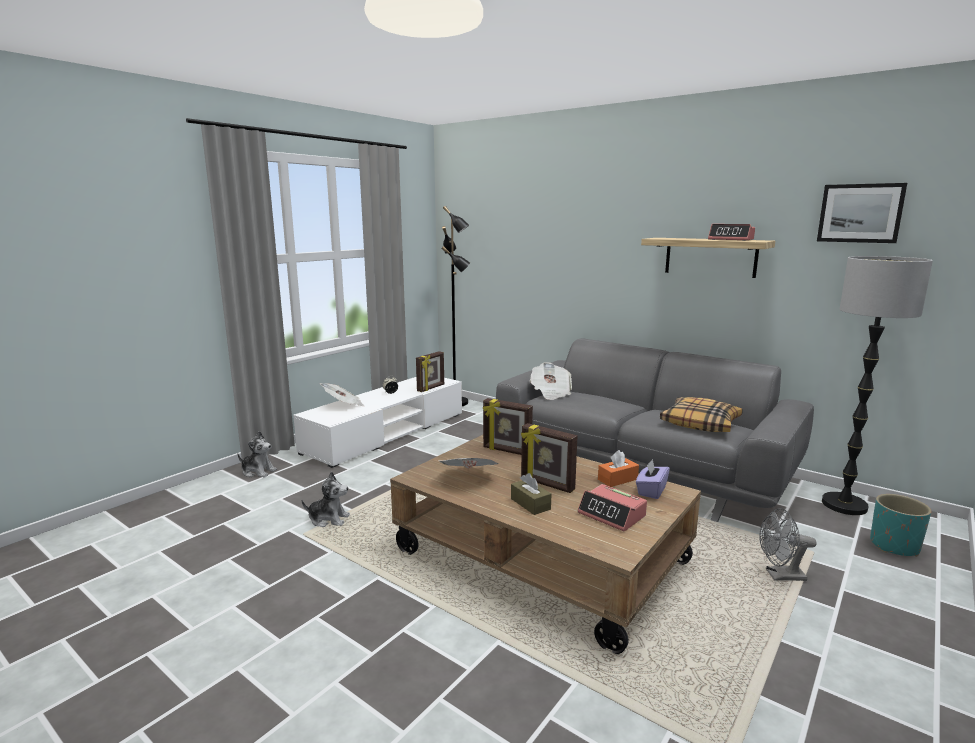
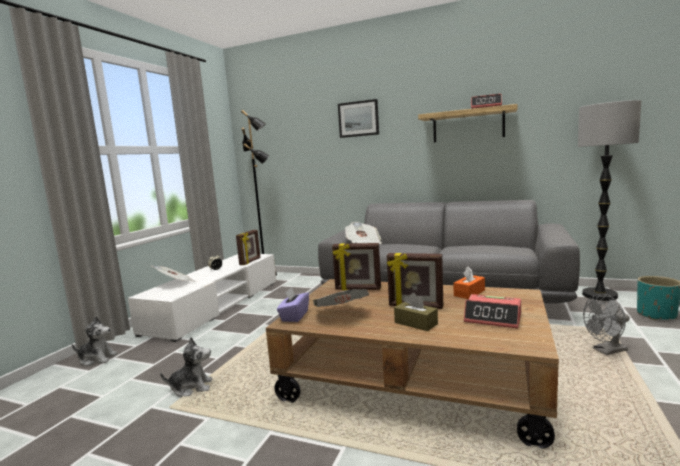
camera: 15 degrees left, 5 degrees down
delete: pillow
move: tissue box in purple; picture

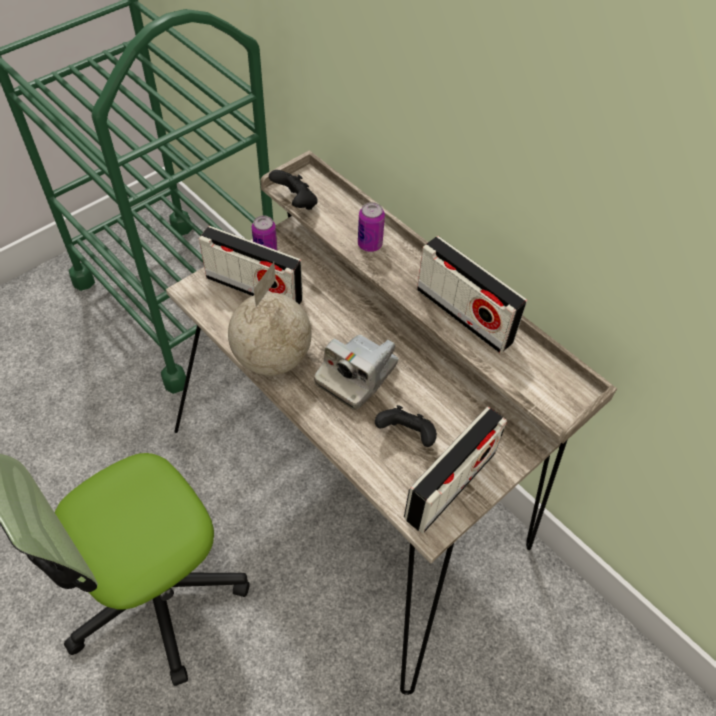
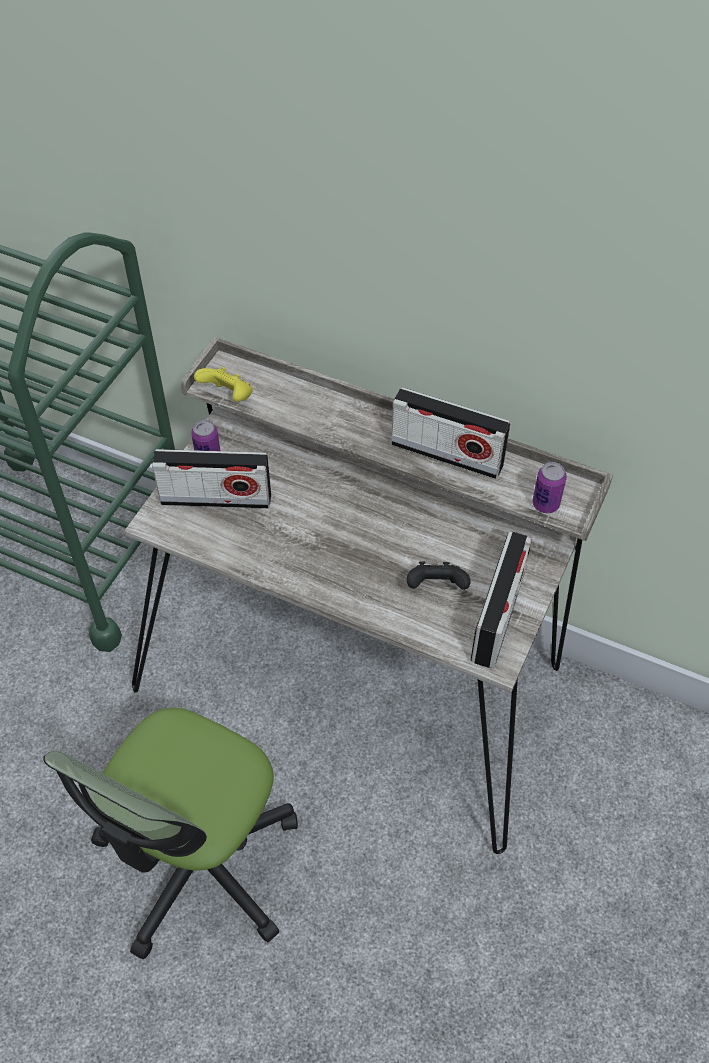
camera: 20 degrees left, 0 degrees up
delete: globe; photo camera
move: can (2nd from left)
recolor: game controller in black (1st from left) to game controller in yellow

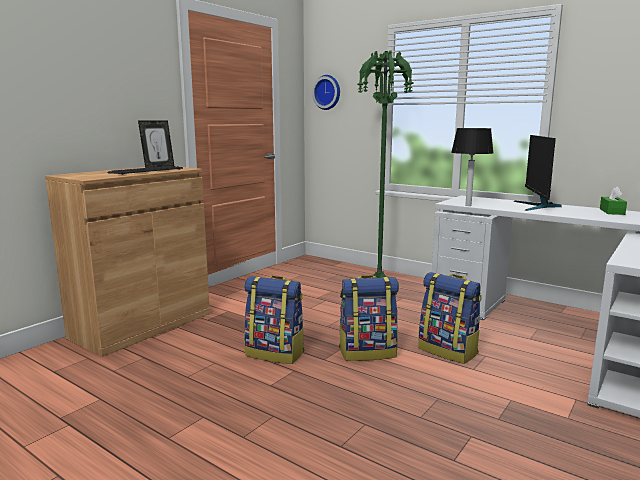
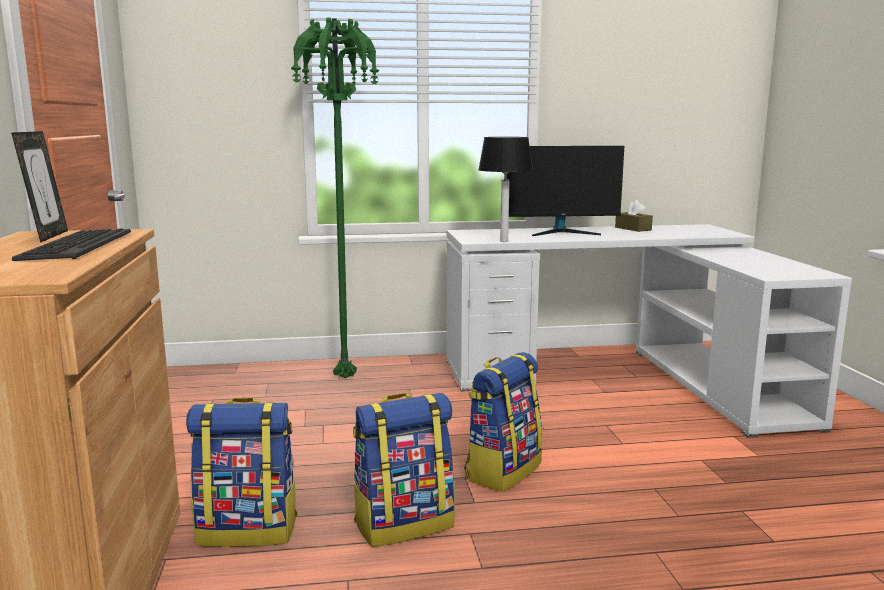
camera: 45 degrees left, 0 degrees up
delete: wall clock
move: backpack (3rd from left in the first image) to backpack (1st from left)
recolor: tissue box in green to tissue box in brown
rotate: monitor 60 degrees counterclockwise

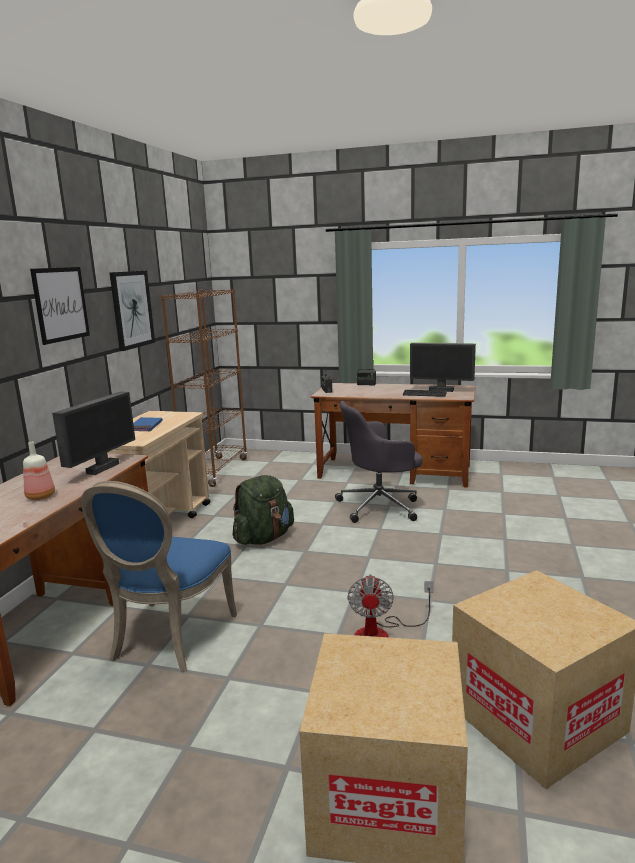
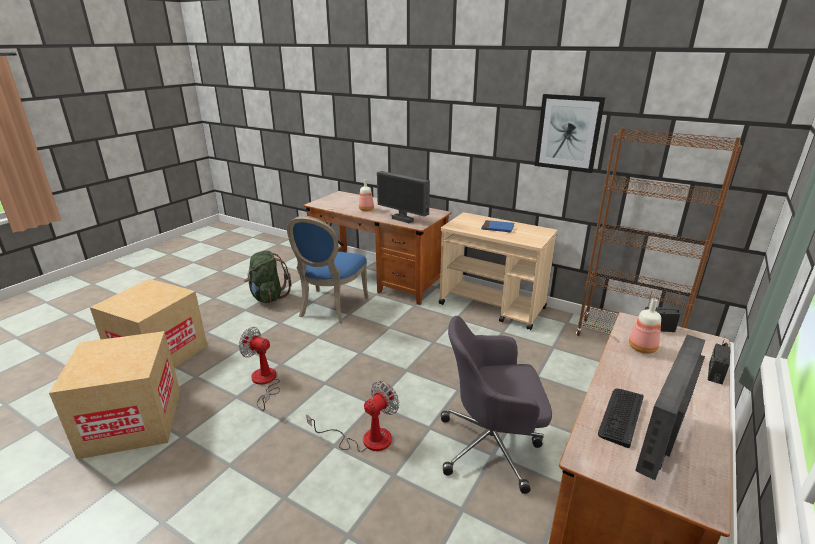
camera: 105 degrees right, 10 degrees up
delete: picture (1st from left)
insert: fan (2nd from left); bottle (2nd from left)
move: backpack in green
rotate: chair in blue 105 degrees counterclockwise; office chair in grey 90 degrees counterclockwise

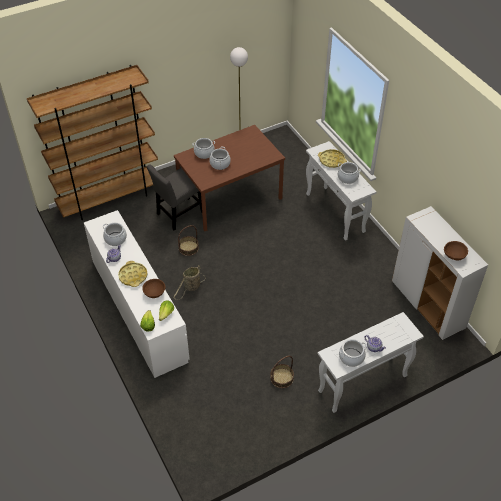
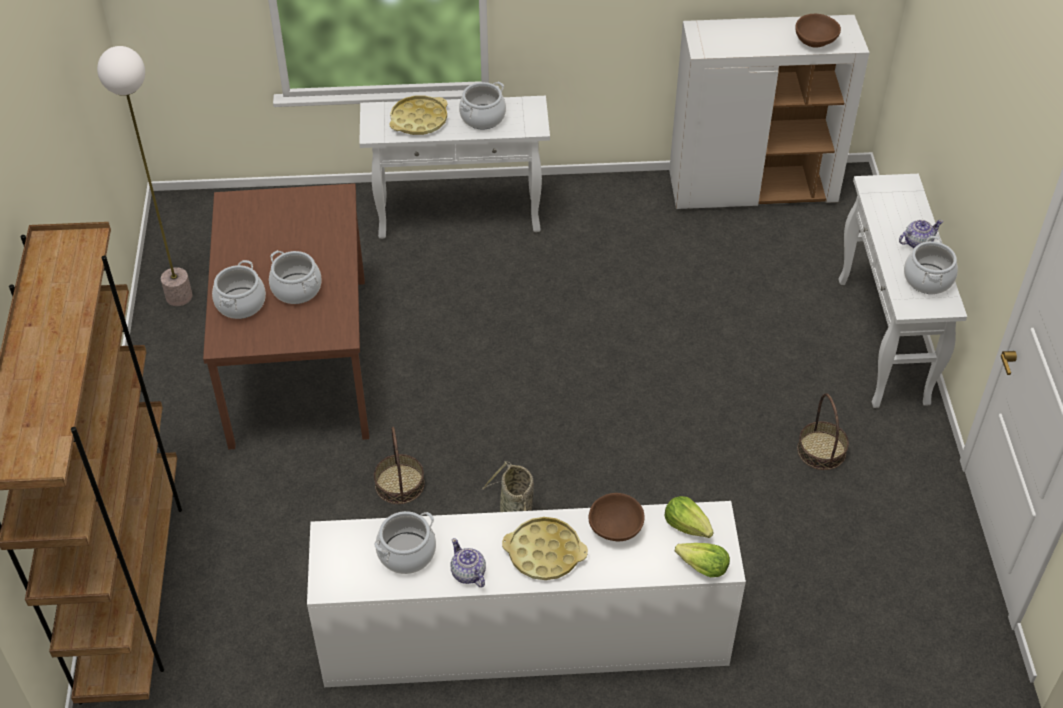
camera: 65 degrees left, 0 degrees up
delete: chair in grey

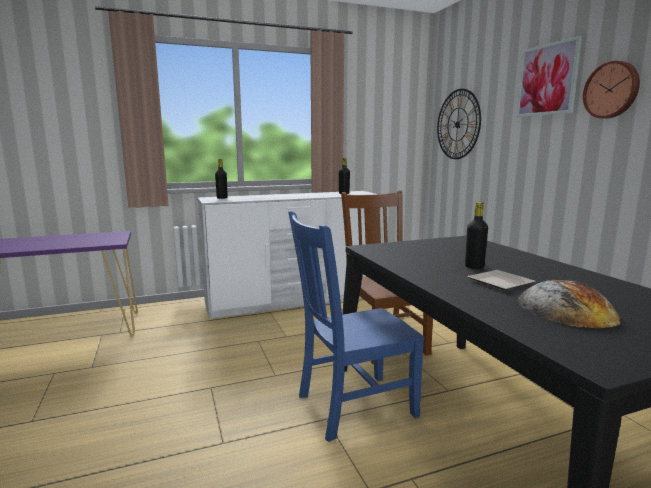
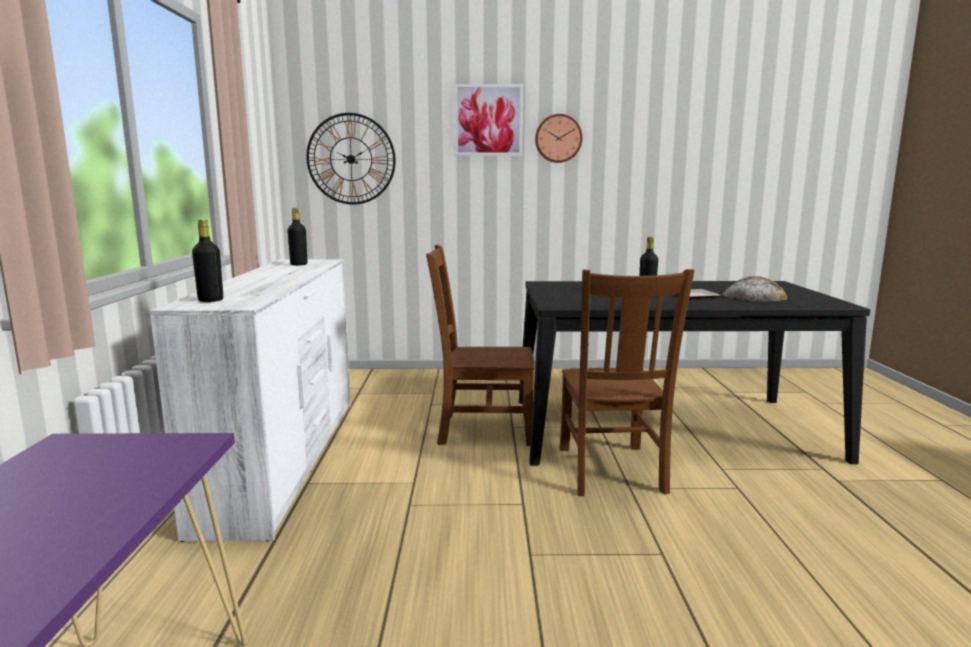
camera: 70 degrees left, 0 degrees up
recolor: chair in blue to chair in brown (2nd from left)

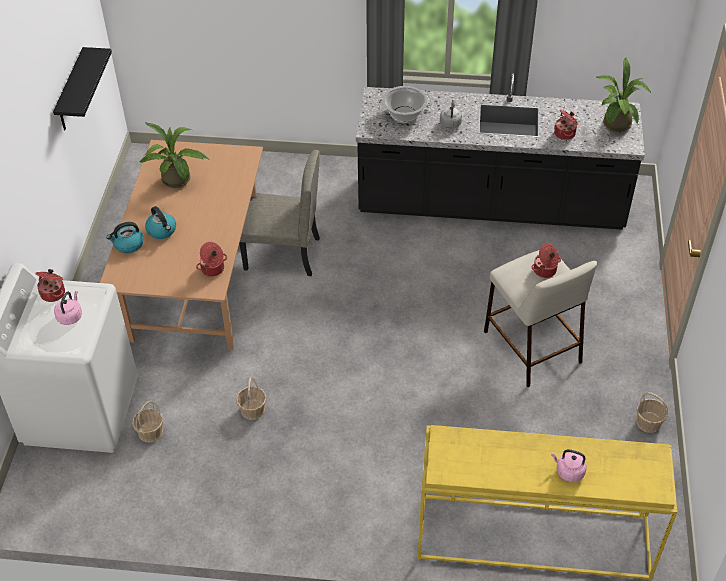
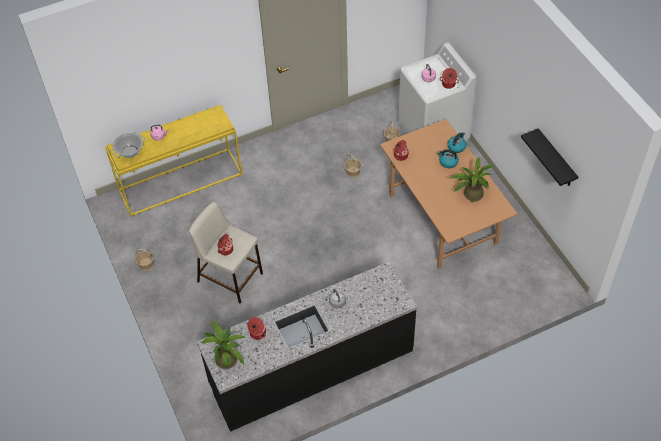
camera: 150 degrees right, 5 degrees up
delete: chair in beige
move: cooking pot (3rd from left in the first image) to cooking pot (1st from left)

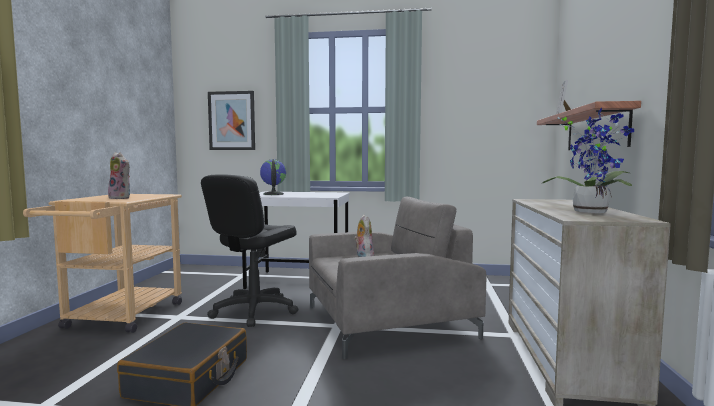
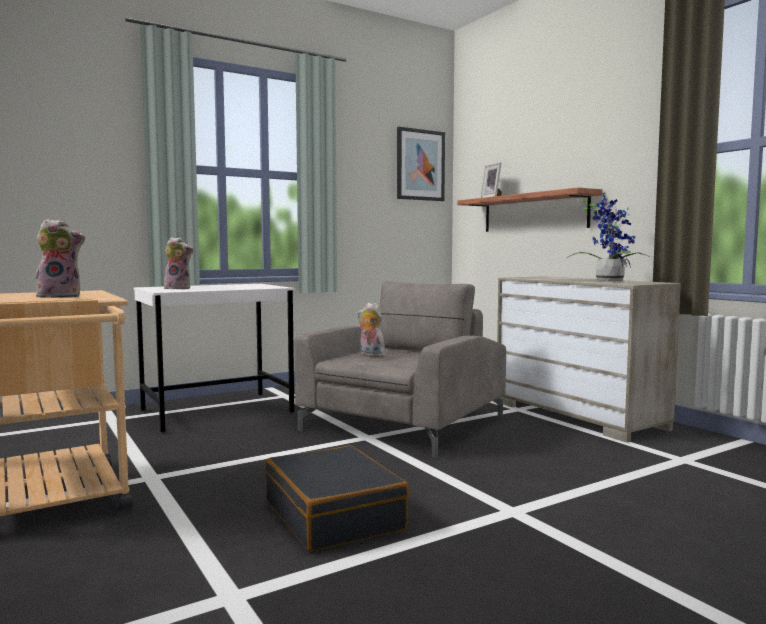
camera: 40 degrees left, 0 degrees up
delete: office chair in black
move: picture
replace: globe to plush toy (2nd from left)

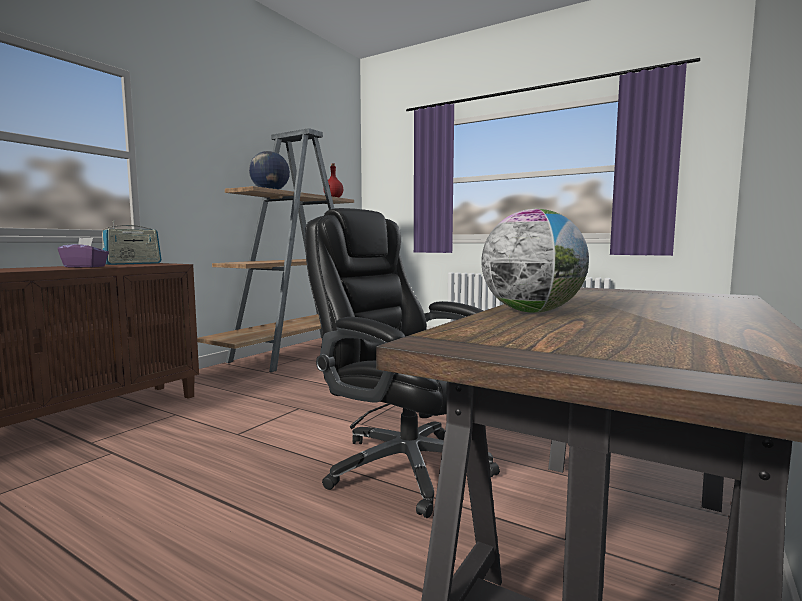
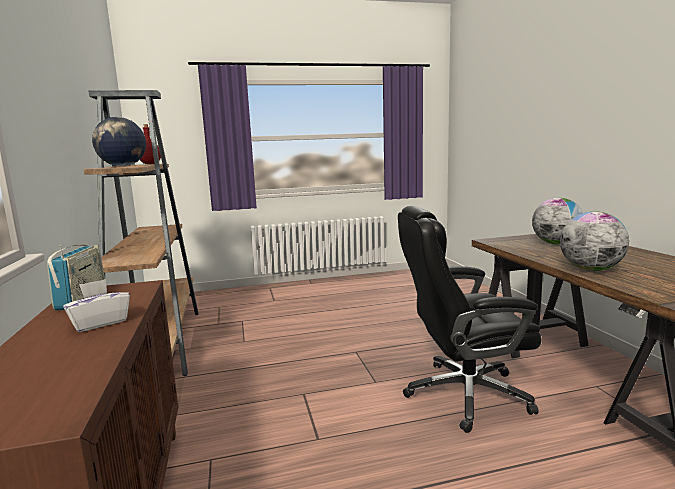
camera: 45 degrees left, 5 degrees up
insert: globe (2nd from left)
recolor: tissue box in purple to tissue box in white

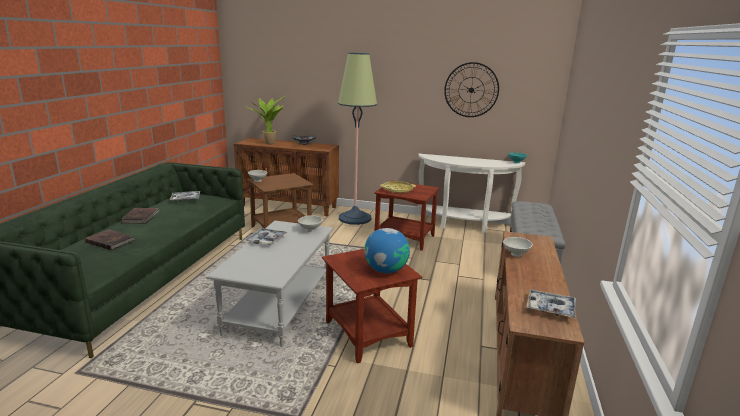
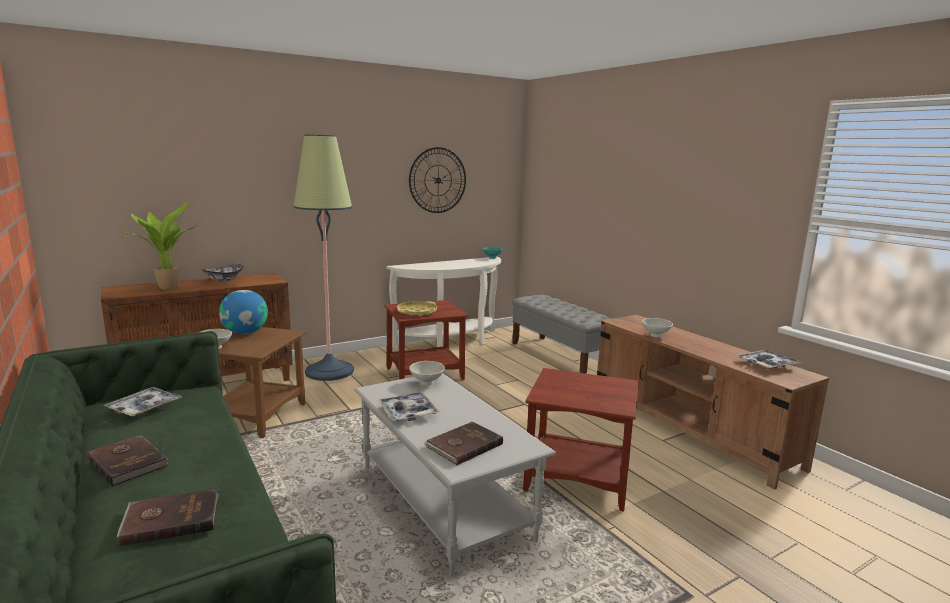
camera: 45 degrees left, 5 degrees down
insert: book in brown (3rd from left)
move: globe

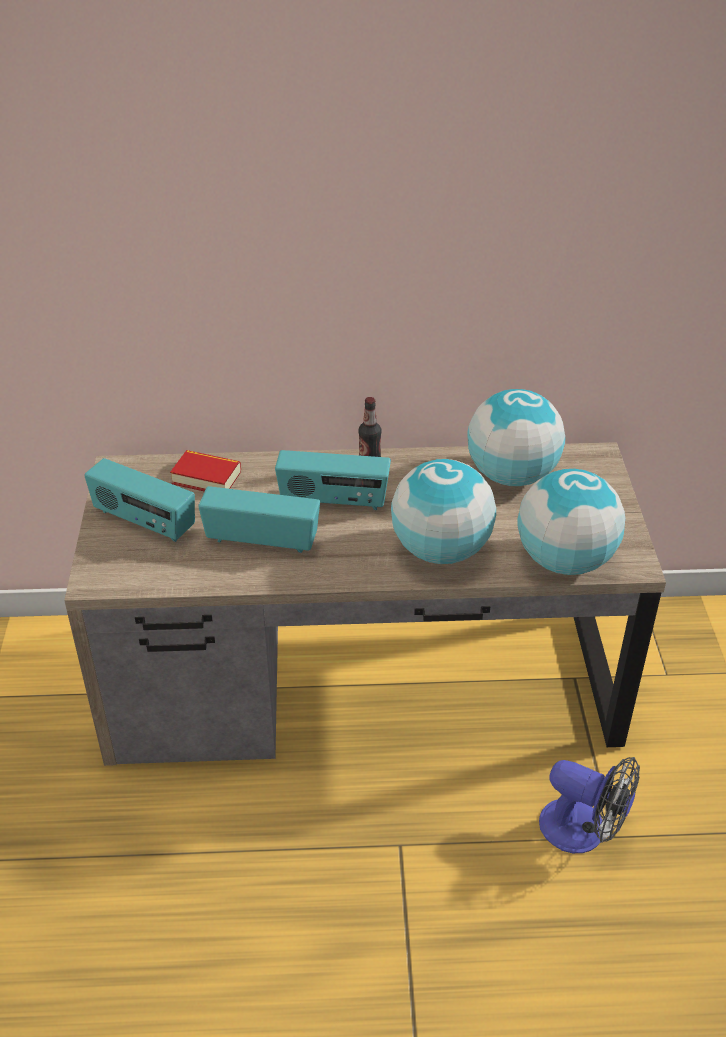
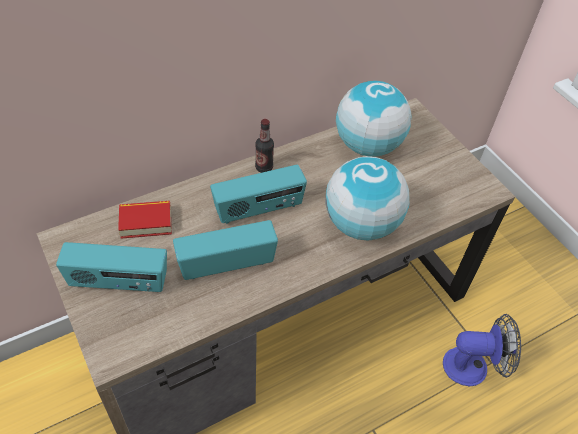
camera: 30 degrees left, 10 degrees up
delete: globe (3rd from left)

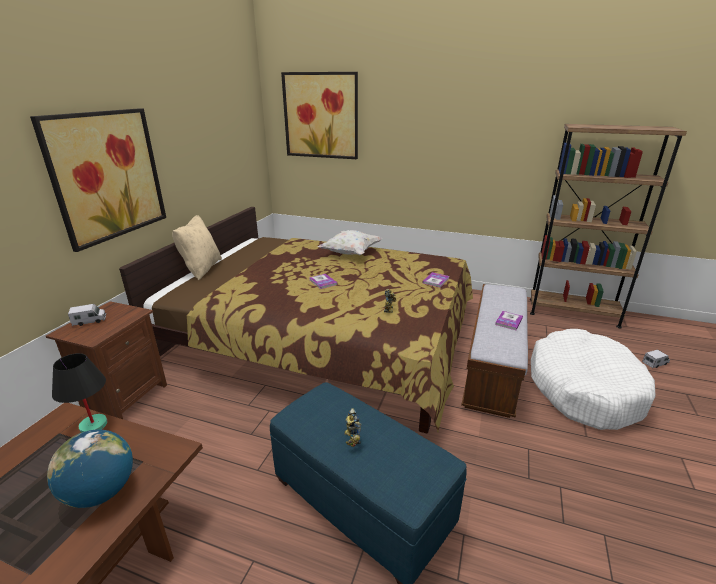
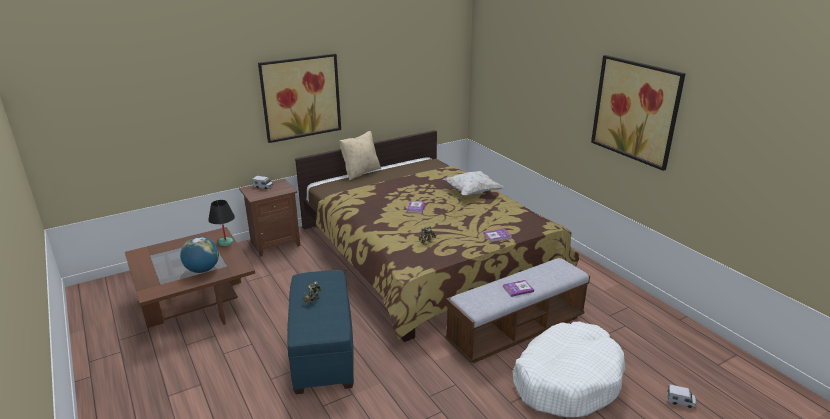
camera: 40 degrees right, 0 degrees up
delete: bookcase in brown
move: picture (2nd from left)

